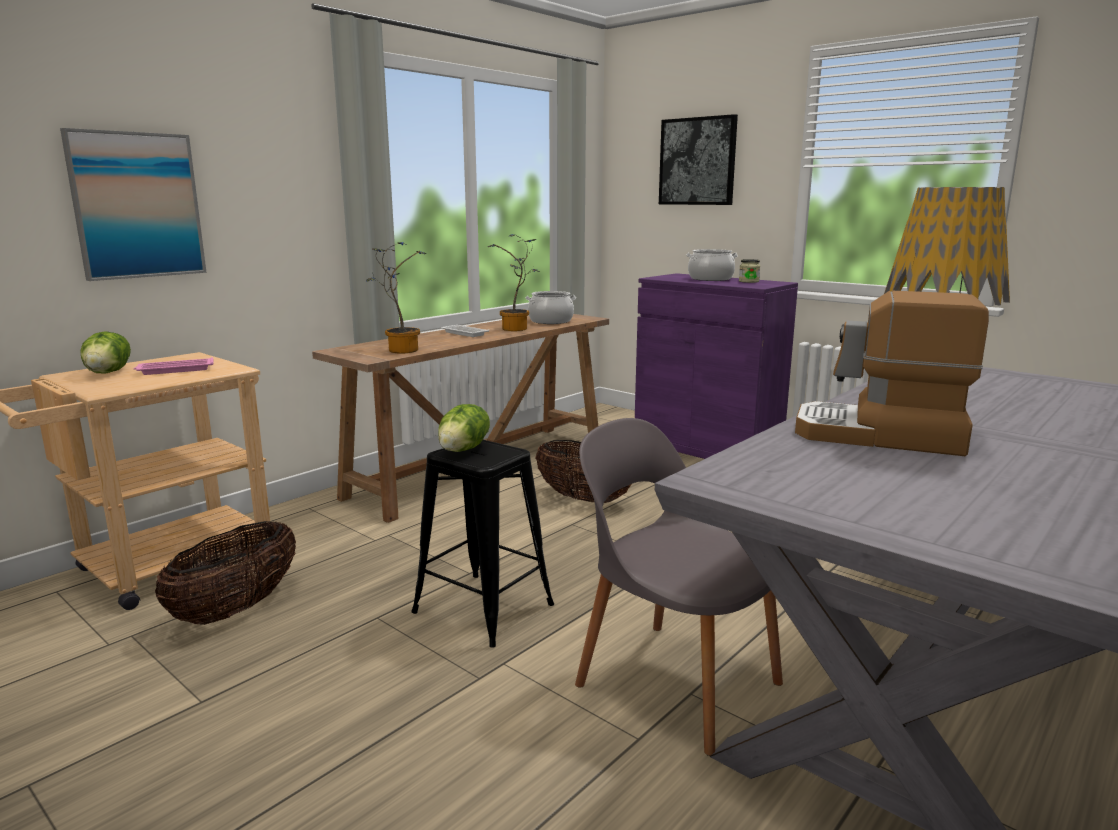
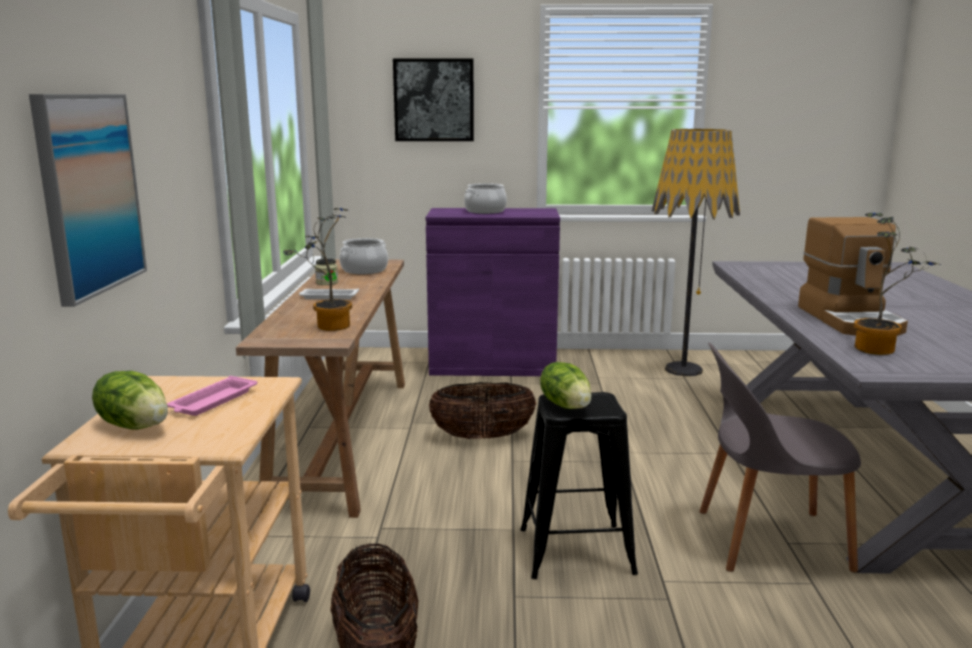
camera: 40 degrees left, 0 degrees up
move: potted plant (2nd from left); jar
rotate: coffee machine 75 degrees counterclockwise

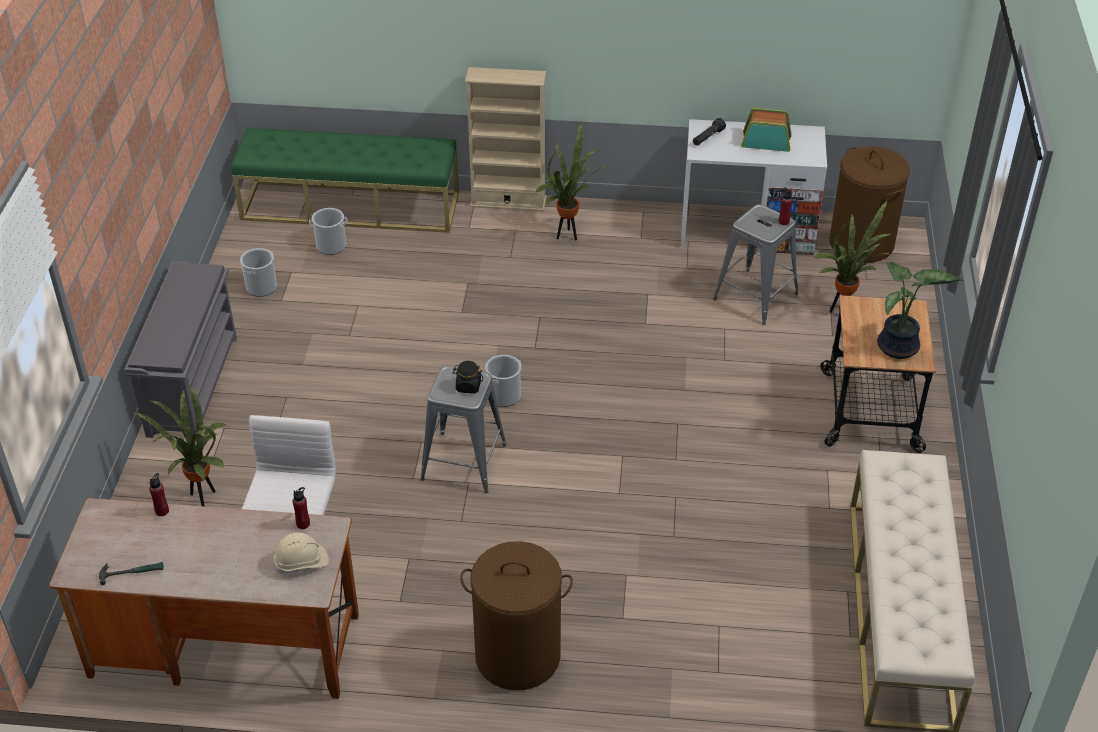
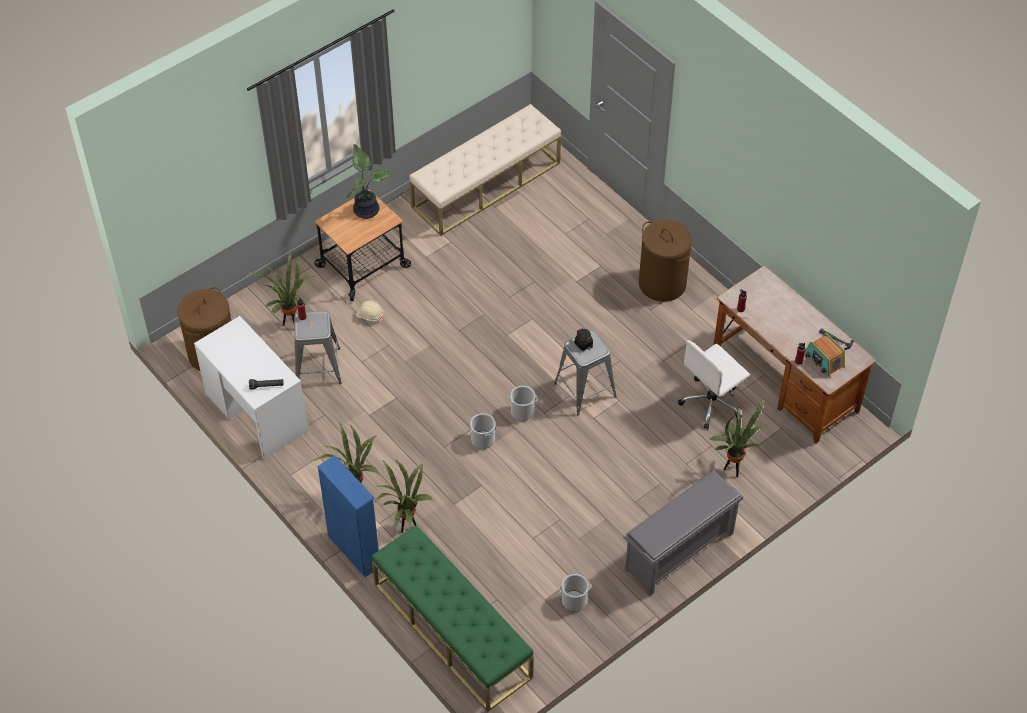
camera: 135 degrees left, 10 degrees up
insert: potted plant (4th from left)
move: hard hat in beige; bucket (2nd from left in the first image) to bucket (1st from left); radio
recolor: bookcase in beige to bookcase in blue

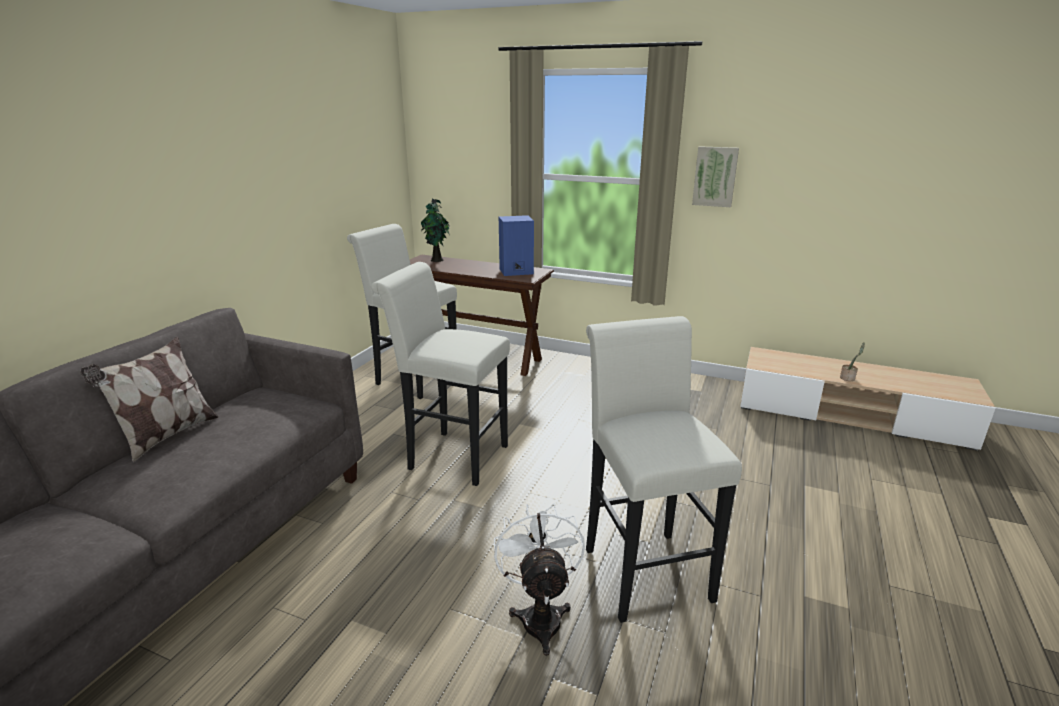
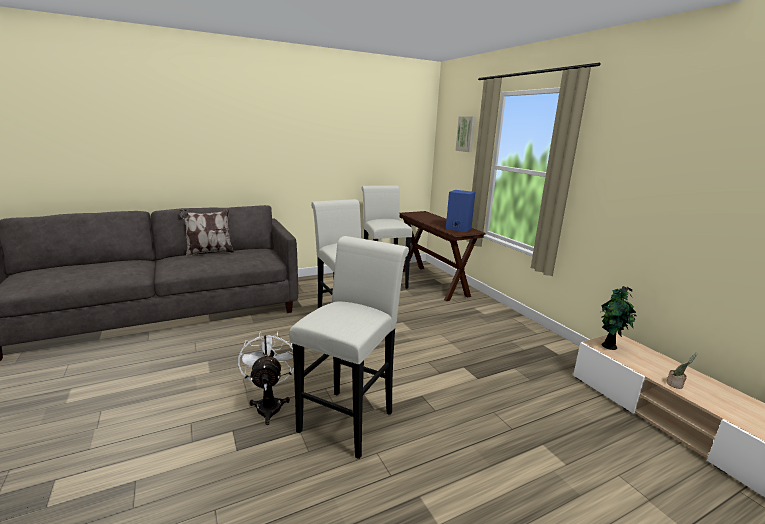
camera: 40 degrees right, 5 degrees down
move: potted plant (1st from left); picture
rotate: fan in white 45 degrees counterclockwise

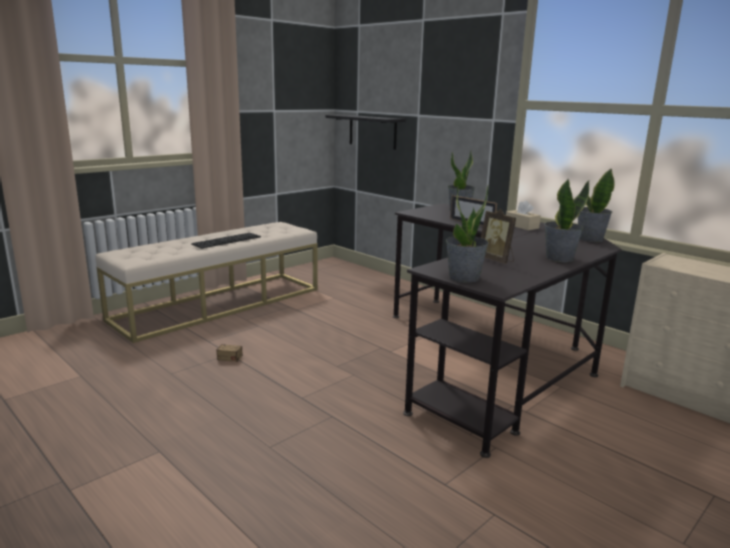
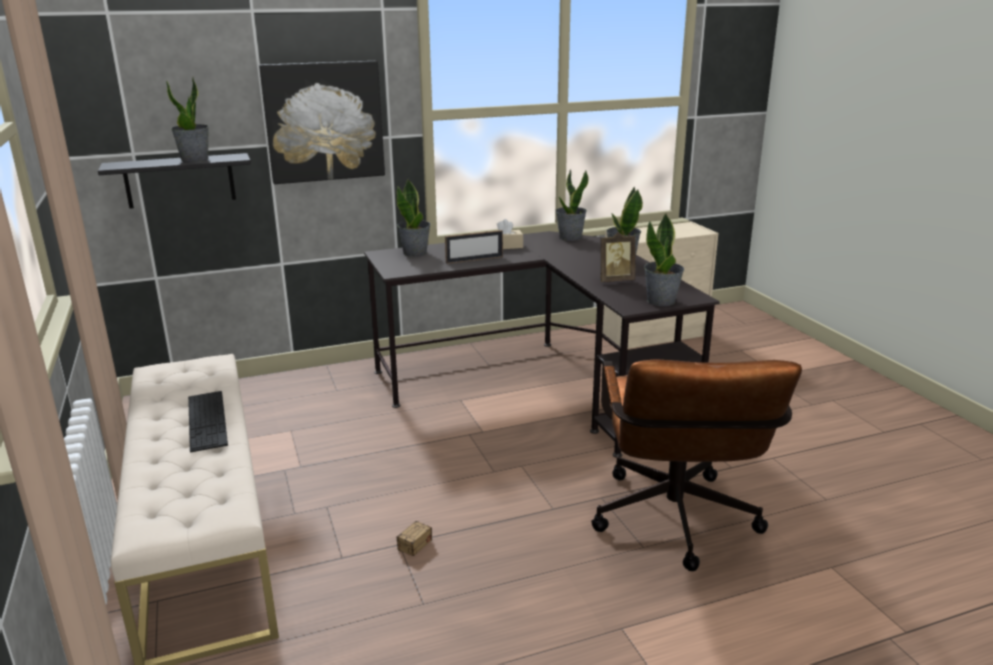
camera: 65 degrees left, 5 degrees up
insert: potted plant (1st from left); picture; office chair in brown

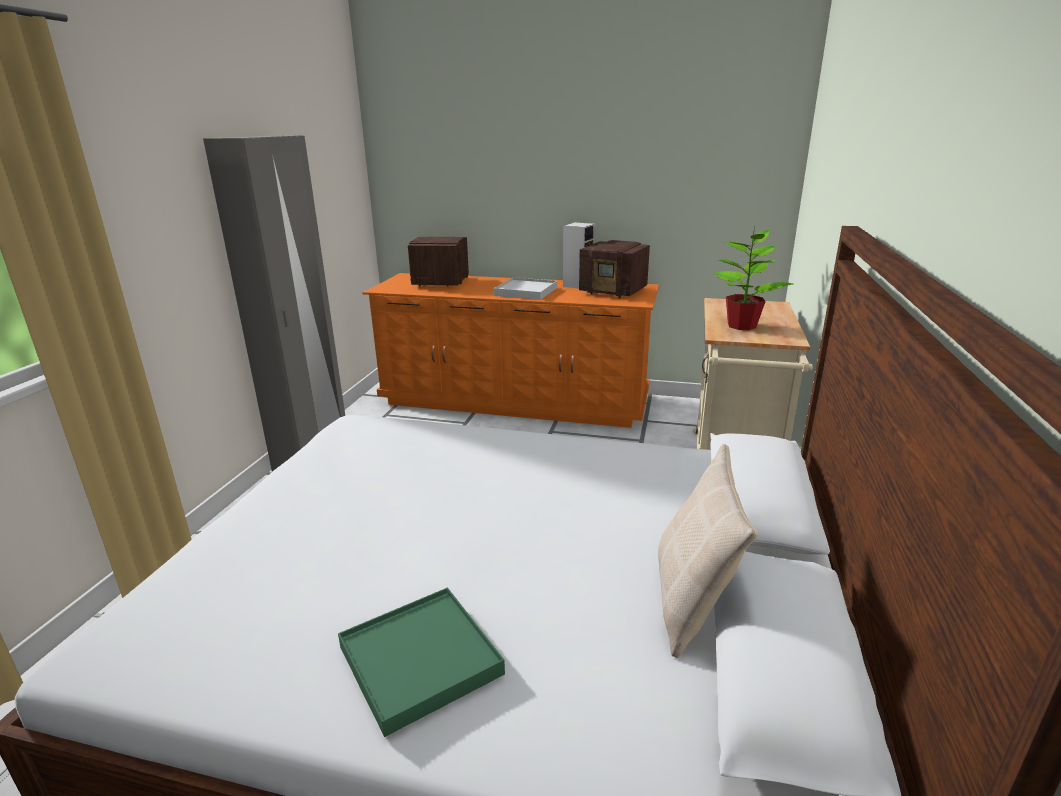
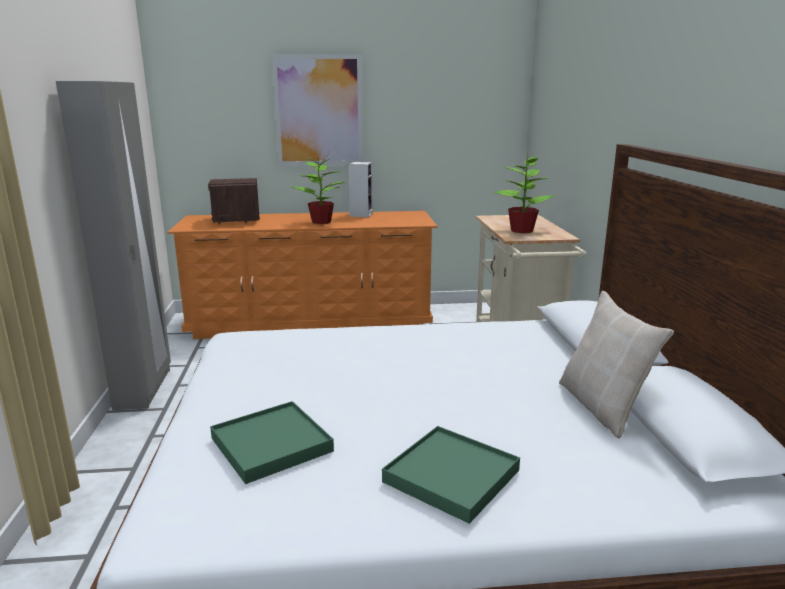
camera: 20 degrees left, 5 degrees down
delete: radio (2nd from left)
insert: tray in green (1st from left); picture
replace: tray in white to potted plant (1st from left)

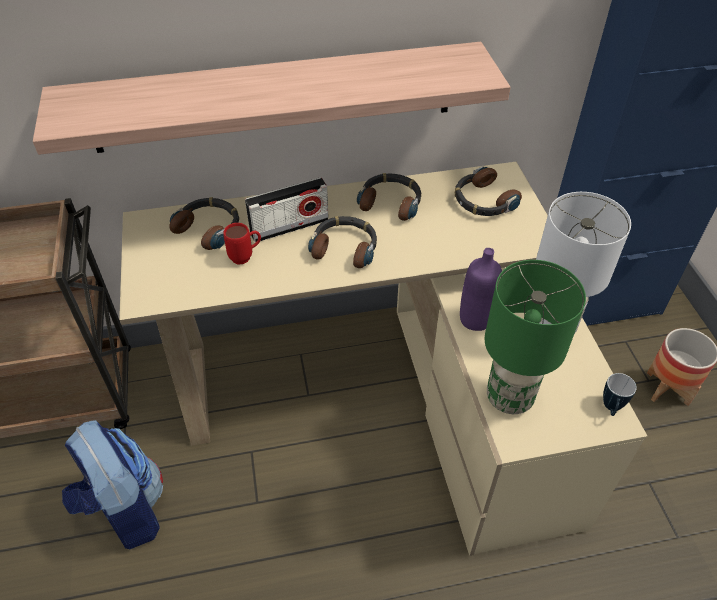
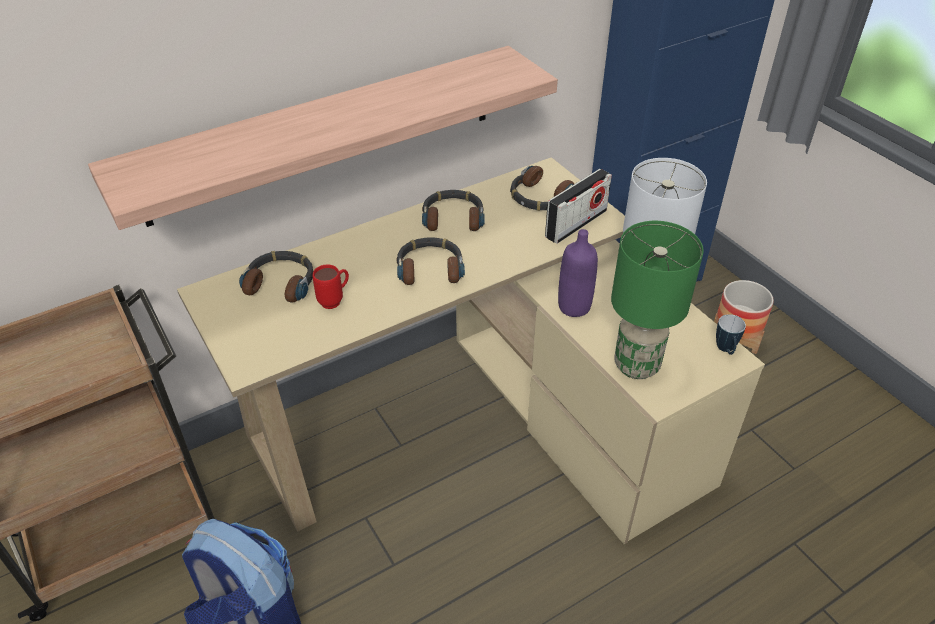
camera: 20 degrees left, 5 degrees down
move: radio

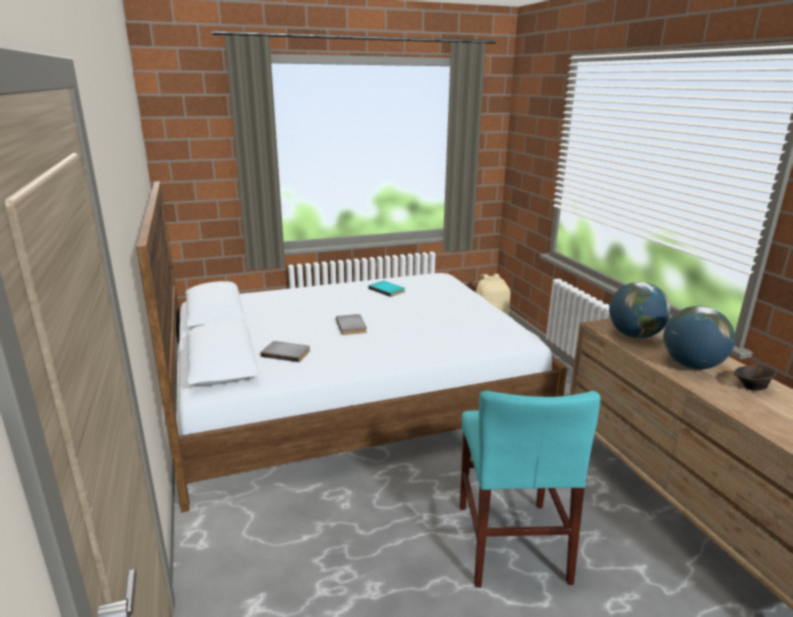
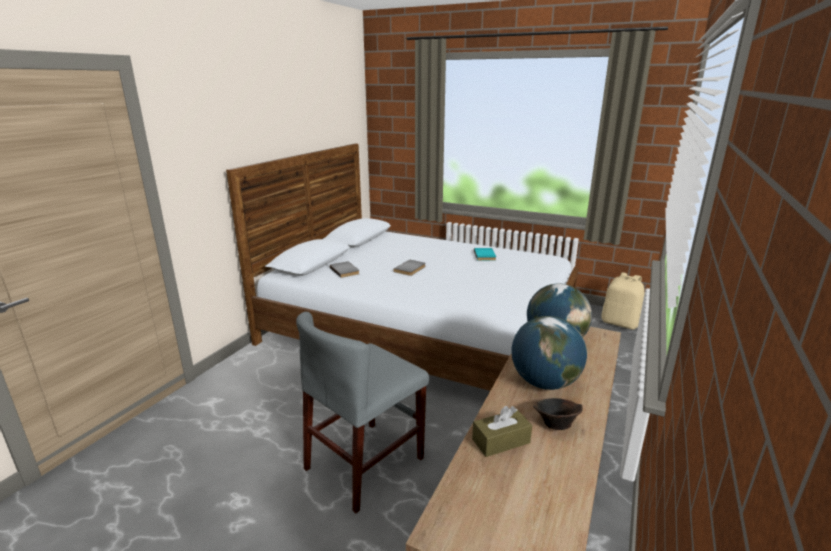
camera: 45 degrees right, 0 degrees up
insert: tissue box in brown
recolor: chair in turquoise to chair in grey

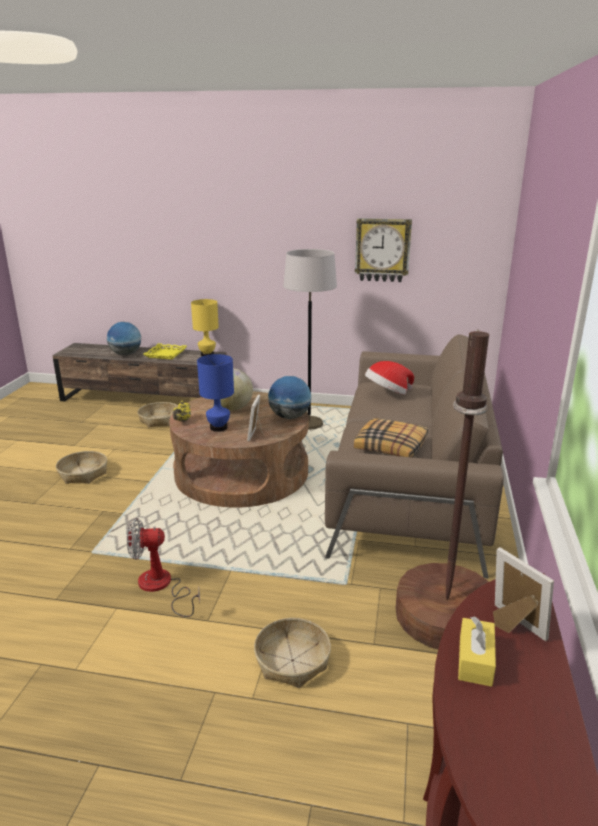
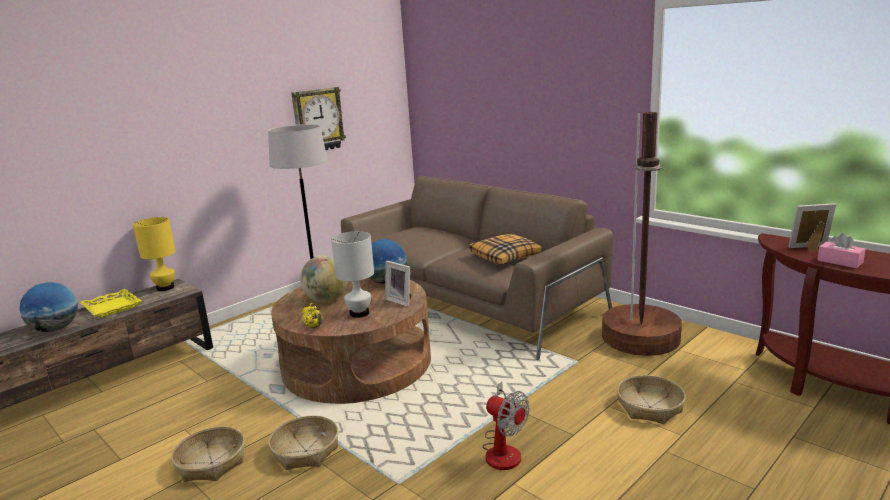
camera: 55 degrees left, 5 degrees down
delete: hat
move: basket (2nd from left)
recolor: table lamp in blue to table lamp in white; tissue box in yellow to tissue box in pink
rotate: fan 75 degrees counterclockwise

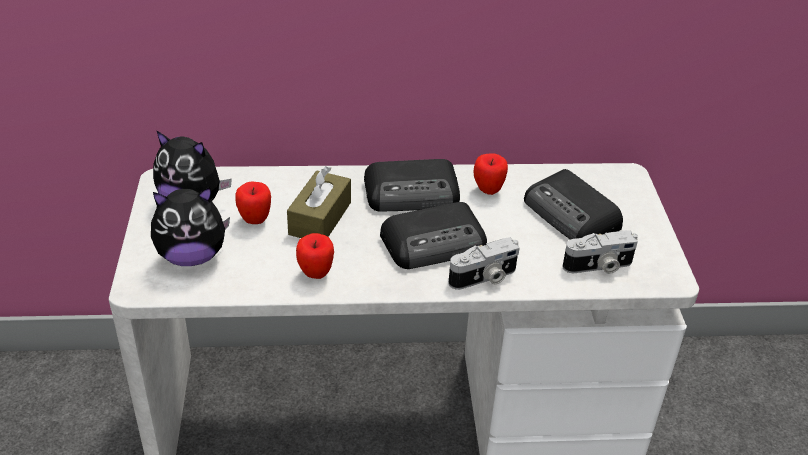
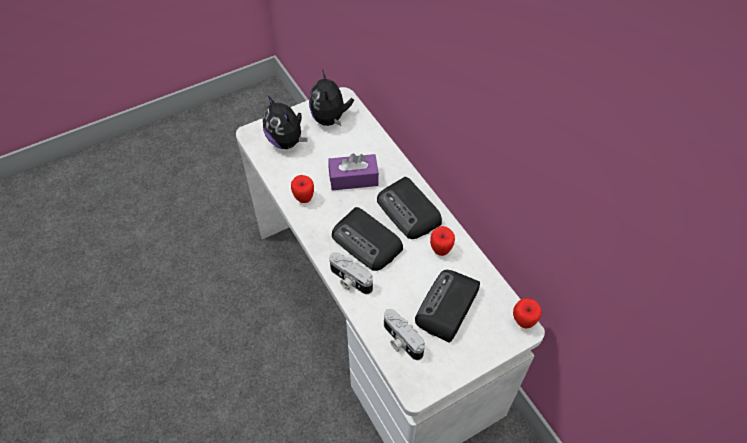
camera: 65 degrees right, 15 degrees up
move: apple (1st from left in the first image) to apple (3rd from left)
recolor: tissue box in brown to tissue box in purple

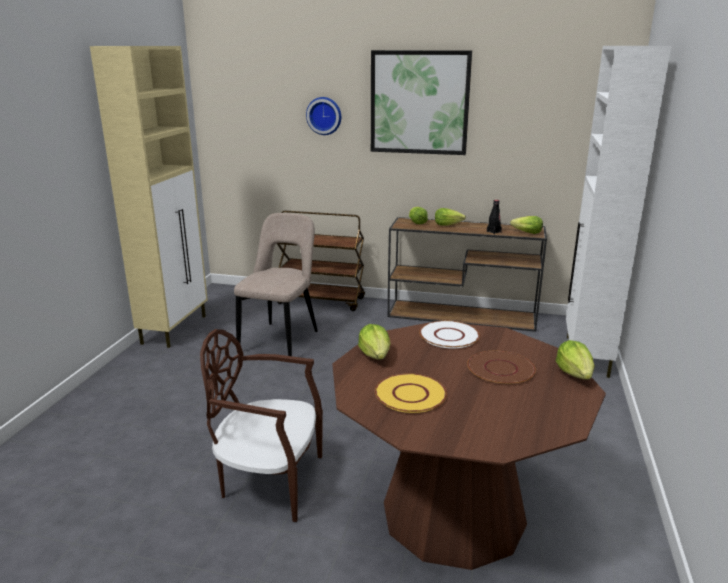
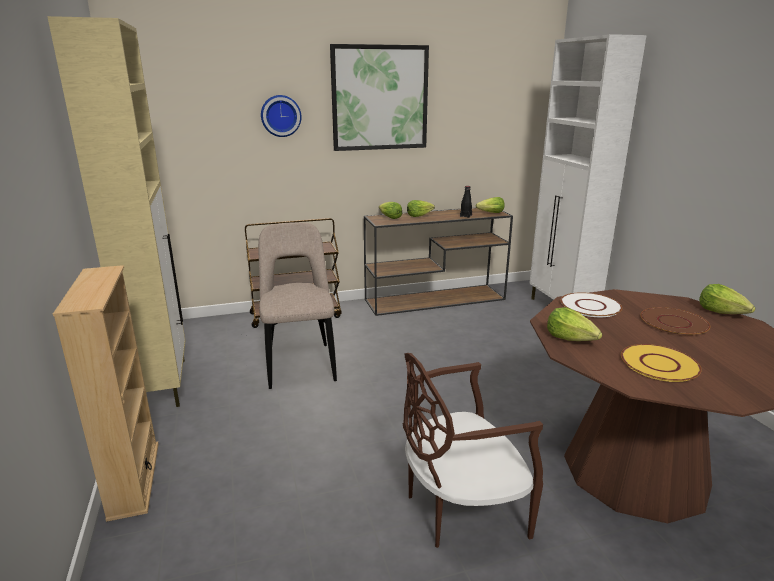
camera: 30 degrees left, 0 degrees up
insert: bookcase in beige

